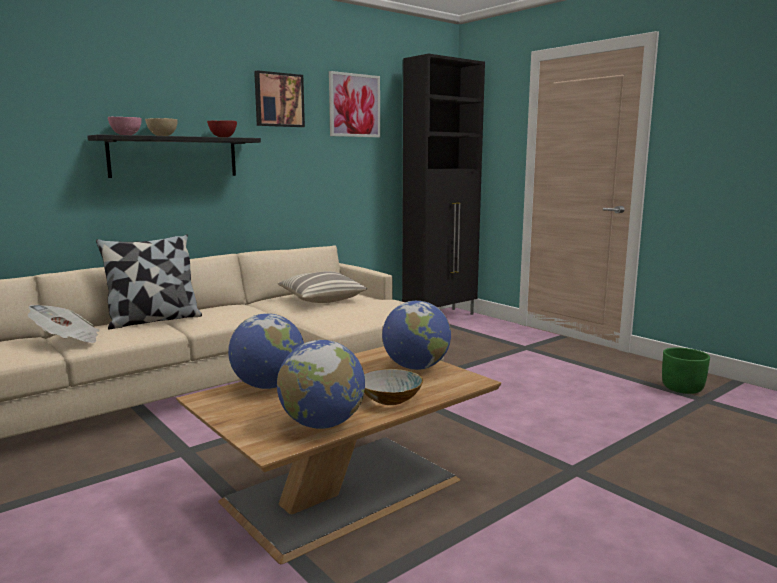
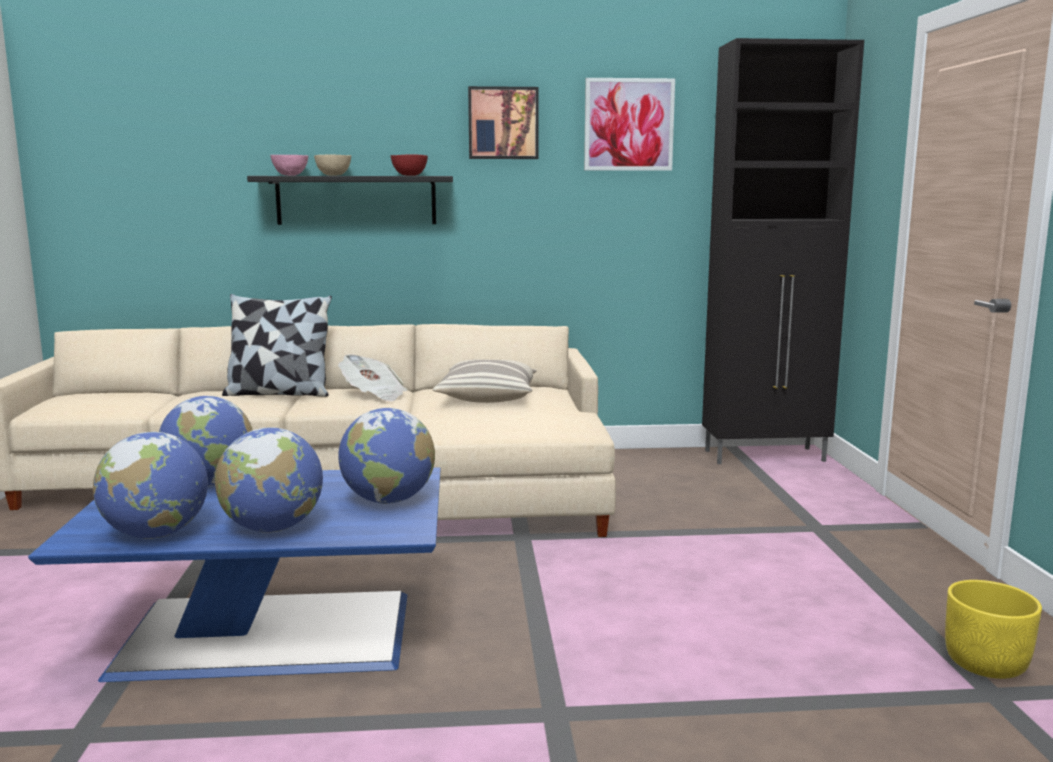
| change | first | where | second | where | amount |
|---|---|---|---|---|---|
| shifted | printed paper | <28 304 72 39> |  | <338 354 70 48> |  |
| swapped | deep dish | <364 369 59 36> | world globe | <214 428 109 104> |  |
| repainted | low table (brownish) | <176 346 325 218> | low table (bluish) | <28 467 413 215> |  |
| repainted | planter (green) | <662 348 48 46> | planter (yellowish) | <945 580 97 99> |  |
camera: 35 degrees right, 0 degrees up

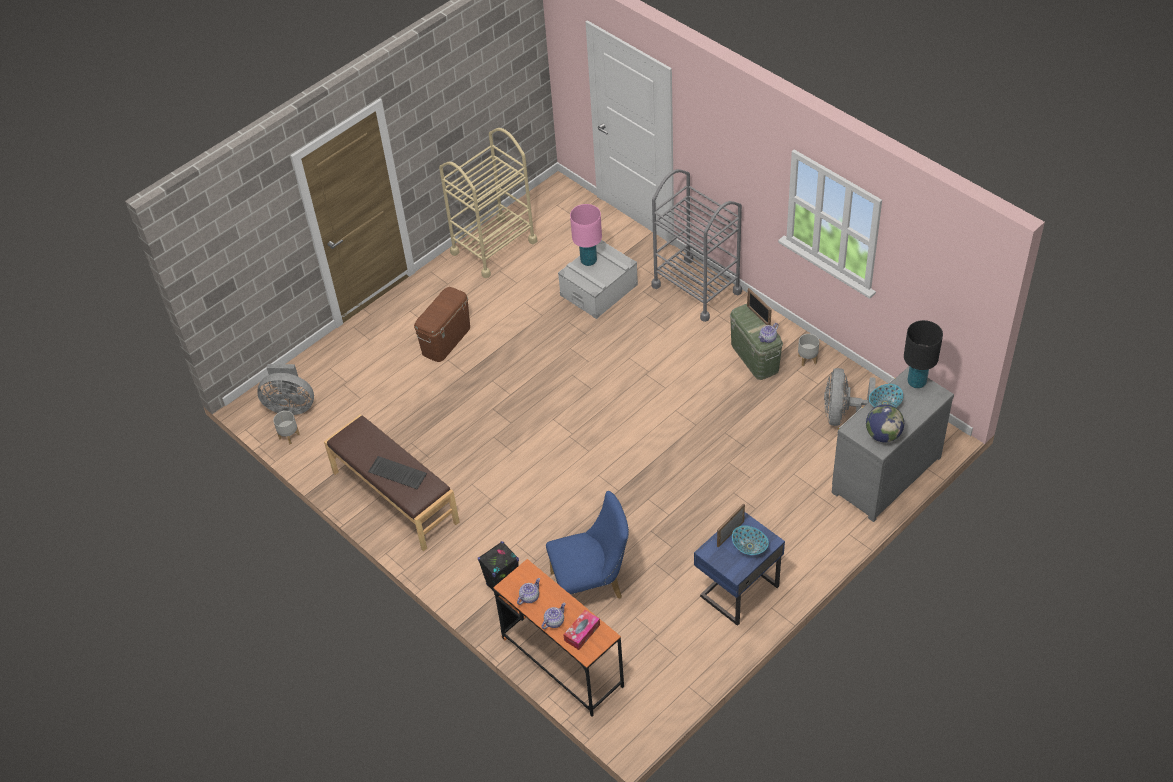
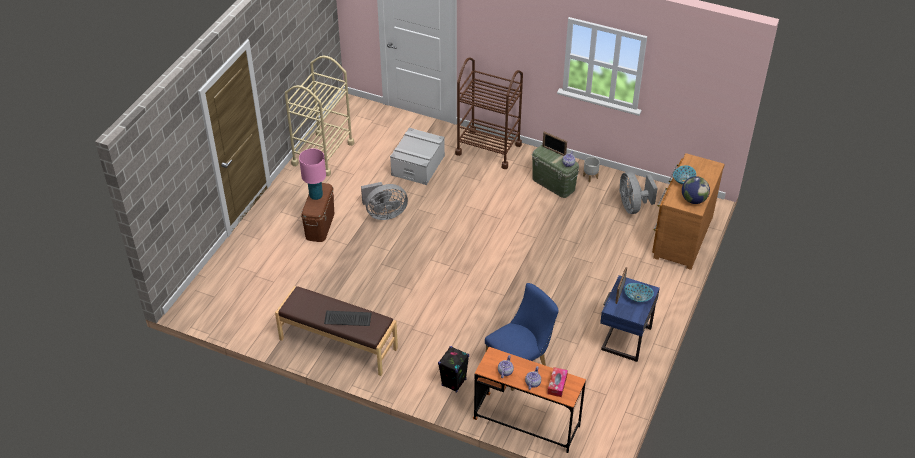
| change | first | where | second | where | amount |
|---|---|---|---|---|---|
| gone | planter (greyish) | <273 411 27 33> |  |  |  |
| gone | tabletop lamp (black-coloured) | <904 320 39 68> |  |  |  |
| shifted | fan (greyish) | <257 364 57 51> |  | <361 182 47 38> |  |
| shifted | tabletop lamp (pink) | <570 204 32 62> |  | <299 149 27 51> |  |
| repainted | wheeled cart (greyish) | <651 169 91 153> | wheeled cart (brownish) | <455 57 68 112> |  |
| repainted | dresser (greyish) | <832 366 122 156> | dresser (brownish) | <652 153 73 117> |  |
camera: 25 degrees left, 5 degrees down

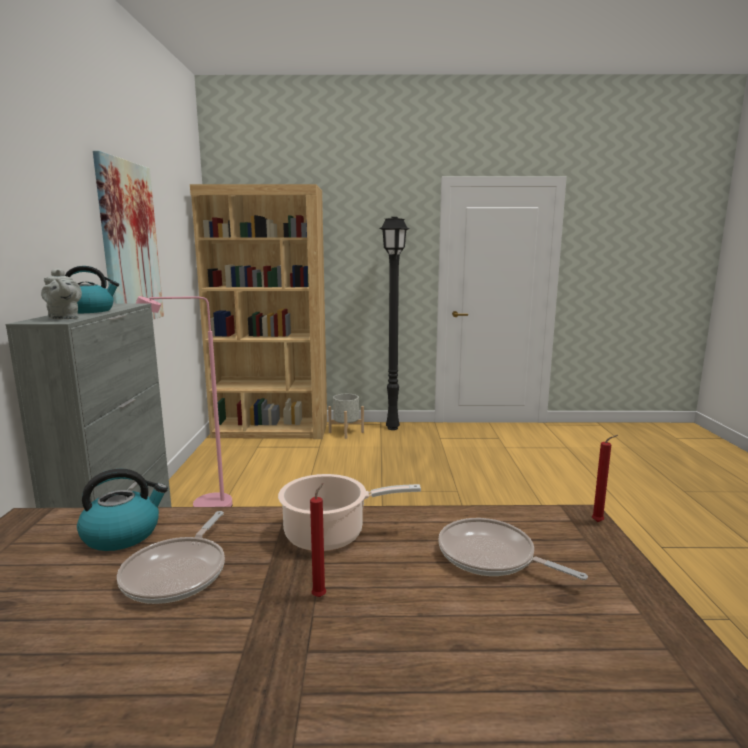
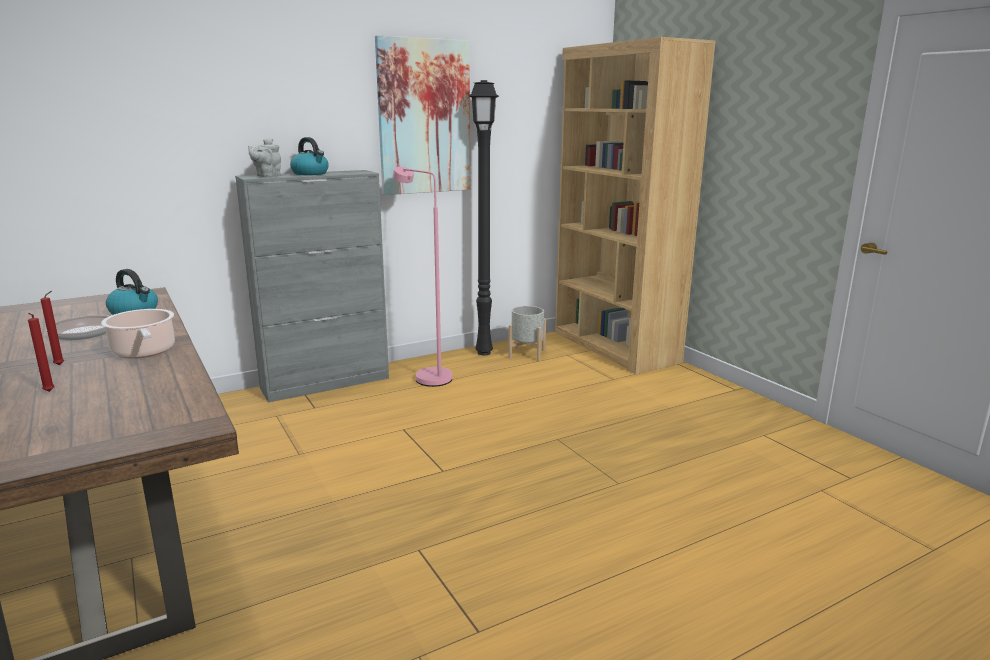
| change | first | where | second | where | amount |
|---|---|---|---|---|---|
| gone | pan | <438 518 150 62> |  |  |  |
| shifted | planter (greyish) | <328 394 36 45> |  | <508 306 38 55> |  |
| shifted | standing lamp (black-coloured) | <379 217 30 213> |  | <469 80 30 275> |  |
| shifted | candle (red) | <592 435 26 87> |  | <28 313 27 79> |  |
camera: 60 degrees right, 5 degrees up

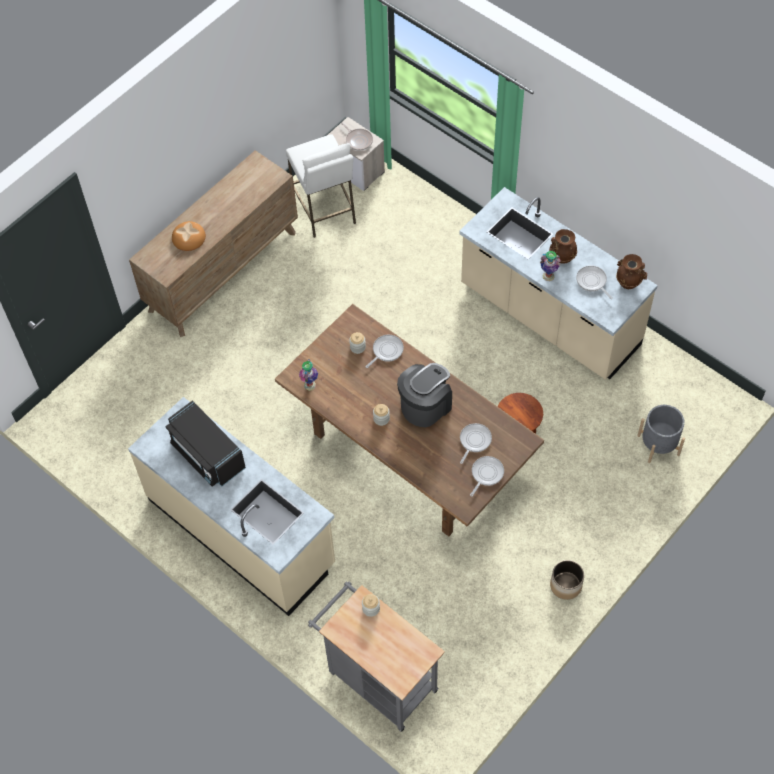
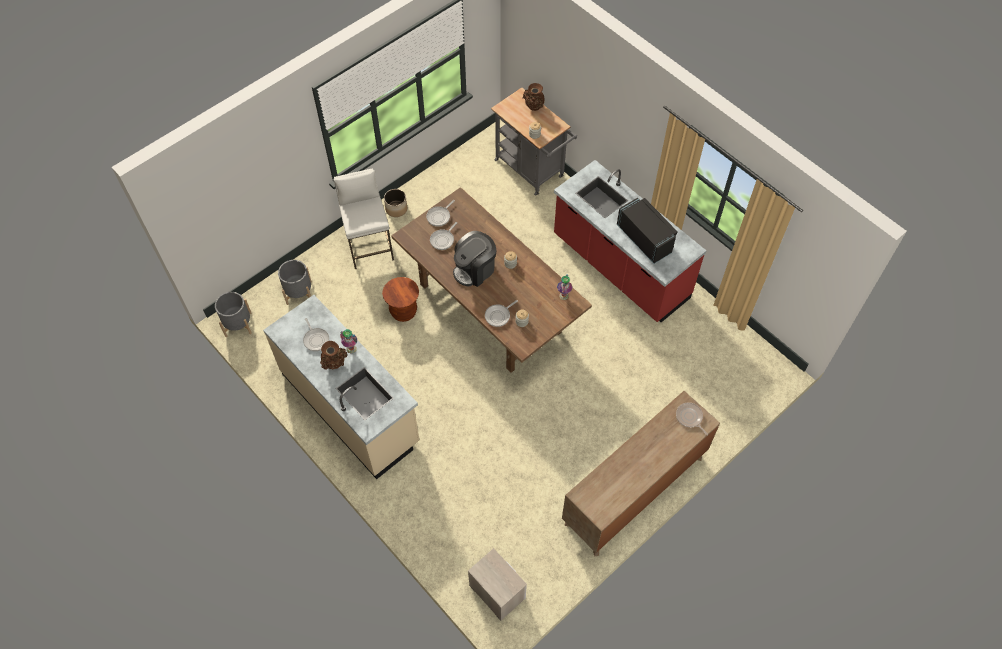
| change | first | where | second | where | amount |
|---|---|---|---|---|---|
| gone | bread | <172 221 34 30> |  |  |  |
| new |  |  | planter (greyish) | <215 292 37 45> |  |
| shifted | sitting stool (white) | <286 134 70 104> |  | <333 169 61 100> |  |
| shifted | pan | <341 122 32 29> |  | <676 402 32 33> |  |
| shifted | decorative vase (brownish) | <616 254 31 35> |  | <523 83 22 28> |  |
| repainted | counter (beige) | <128 397 207 219> | counter (red) | <554 160 152 162> |  |
camera: 175 degrees left, 0 degrees up

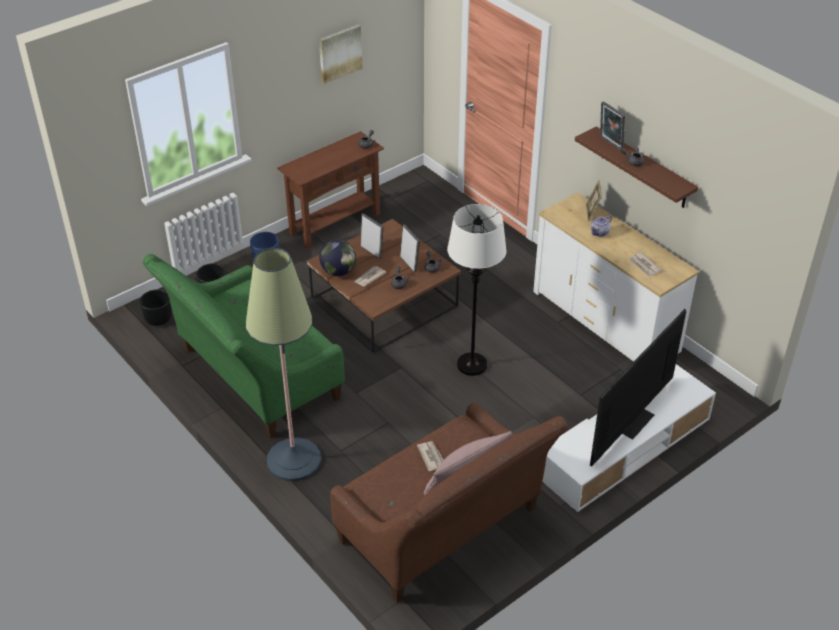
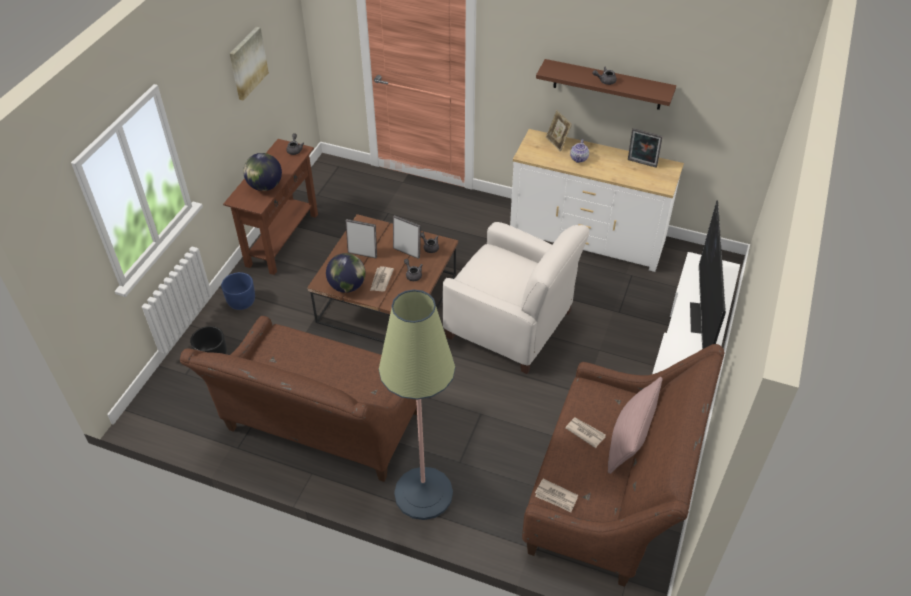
| change | first | where | second | where | amount |
|---|---|---|---|---|---|
| gone | planter (black-coloured) | <139 289 33 37> |  |  |  |
| new |  |  | world globe | <243 153 39 38> |  |
| shifted | picture frame | <600 101 25 49> |  | <628 128 35 40> |  |
| shifted | printed paper | <628 252 34 26> |  | <535 479 43 33> |  |
| swapped | standing lamp (white) | <447 204 60 172> | lounge chair (white) | <443 222 146 152> |  |
| repainted | couch (green) | <143 254 202 184> | couch (brownish) | <180 316 237 166> |  |
camera: 30 degrees left, 5 degrees up

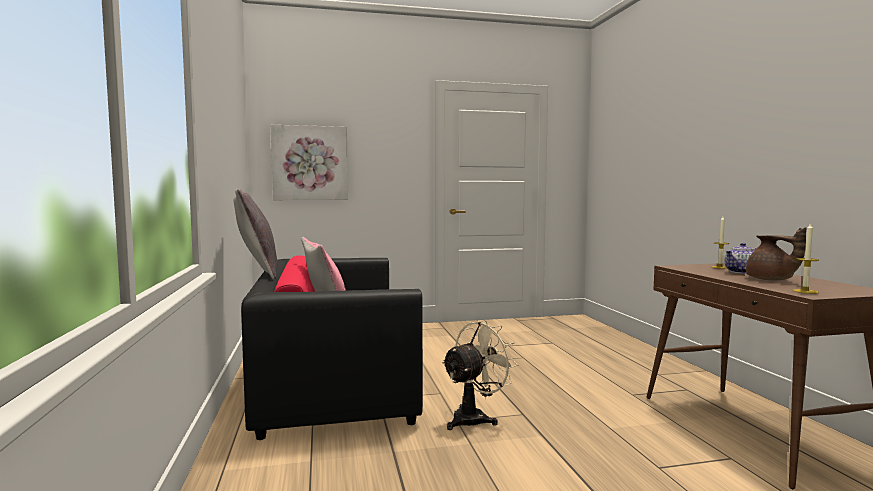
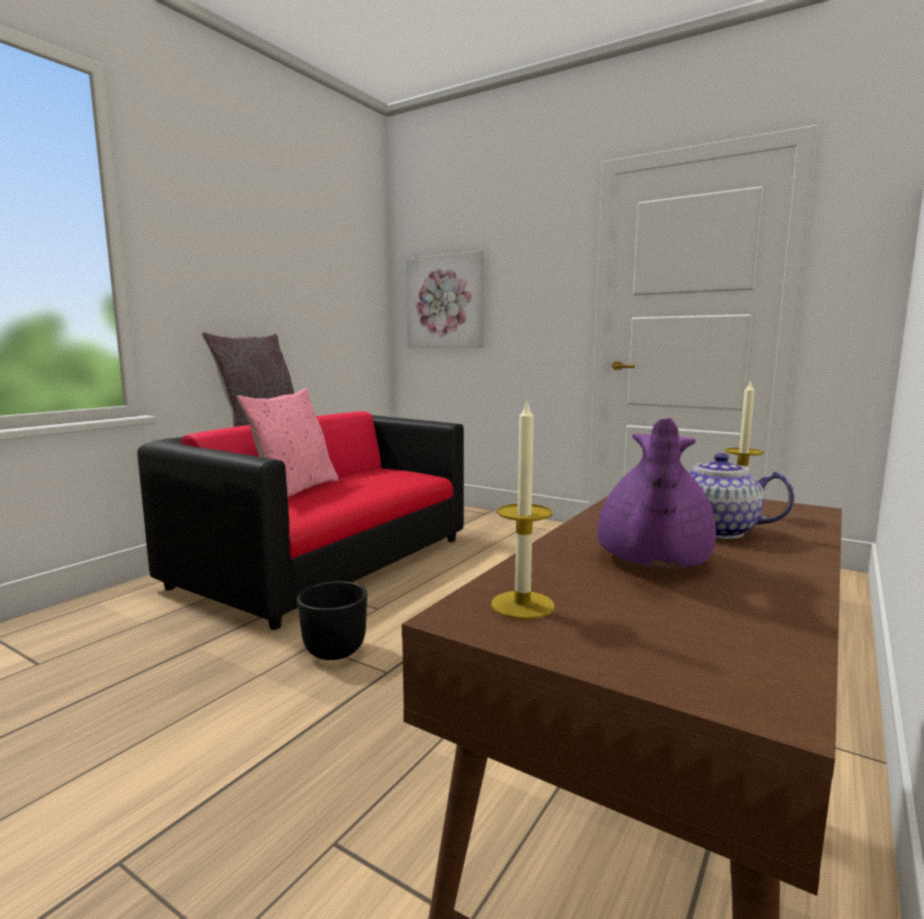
| change | first | where | second | where | amount |
|---|---|---|---|---|---|
| swapped | fan (beige) | <442 320 76 110> | planter (black-coloured) | <297 581 70 79> |  |
| repainted | teapot (brownish) | <746 227 61 53> | teapot (purple) | <598 418 118 150> |  |
camera: 45 degrees right, 5 degrees up

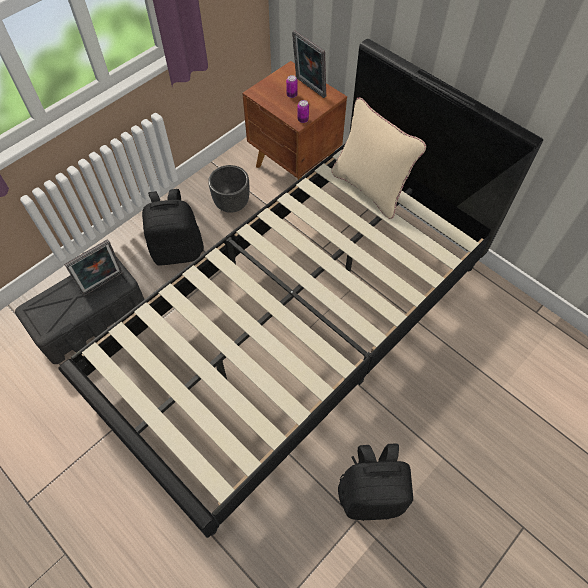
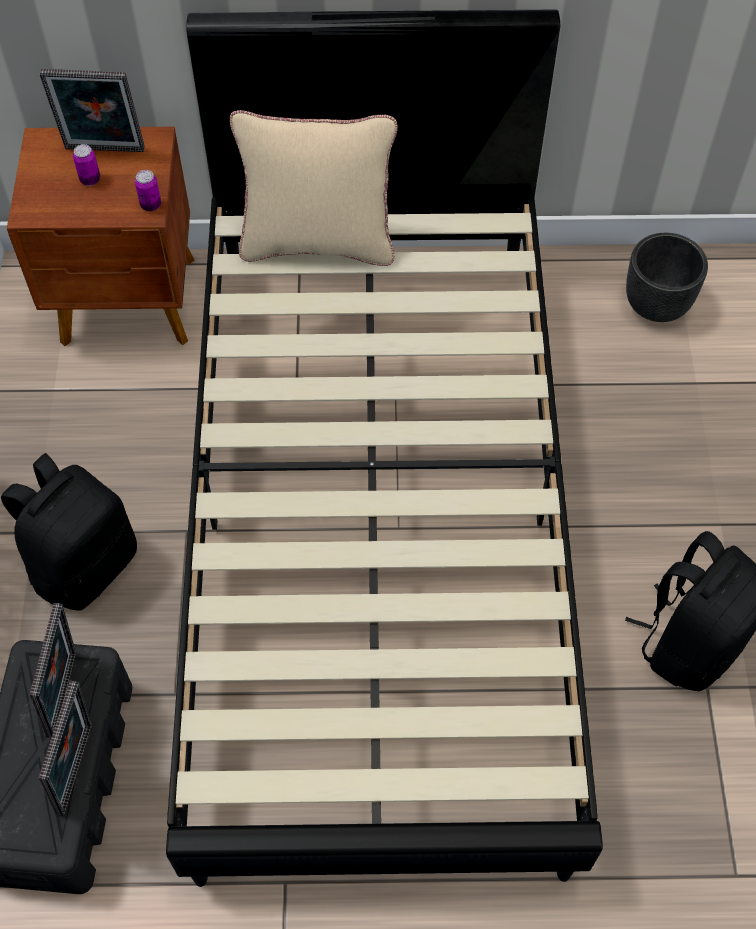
| change | first | where | second | where | amount |
|---|---|---|---|---|---|
| new |  |  | picture frame | <39 681 53 135> |  |
| shifted | planter (black-coloured) | <208 165 41 48> |  | <626 233 82 89> |  |
camera: 45 degrees left, 0 degrees up

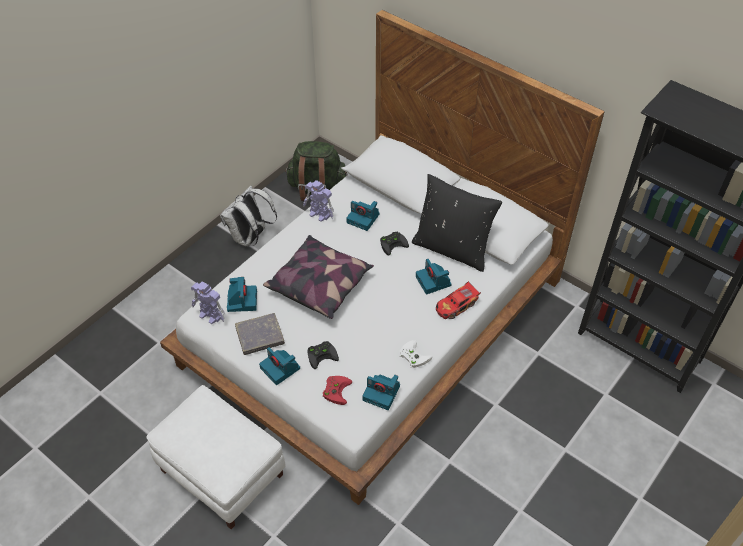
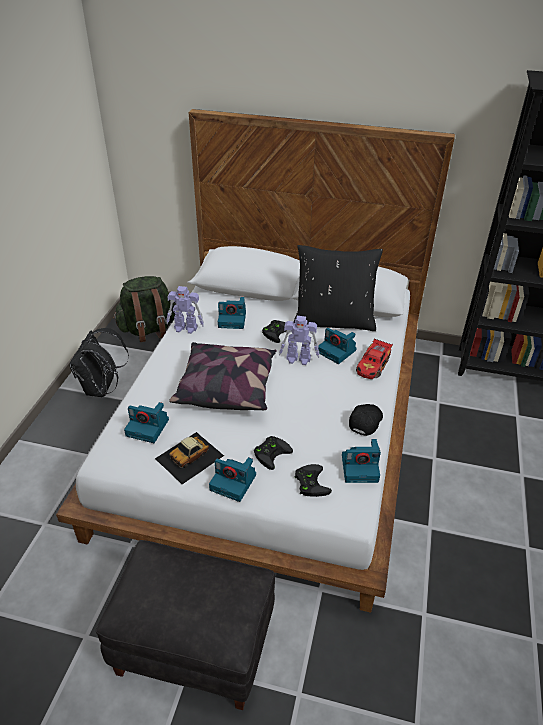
| change | first | where | second | where | amount |
|---|---|---|---|---|---|
| shifted | model robot | <191 282 34 42> |  | <279 316 40 49> |  |
| swapped | volume (greyish) | <235 313 50 42> | toy car | <155 432 69 52> |  |
| swapped | joypad (white) | <400 340 32 28> | baseball cap (black-coloured) | <349 404 34 32> |  |
| repainted | ottoman (white) | <146 385 140 144> | ottoman (black-coloured) | <96 540 179 170> |  |
| repainted | backpack (white) | <220 185 57 61> | backpack (black-coloured) | <69 328 60 69> |  |
| repainted | joypad (red) | <323 376 29 29> | joypad (black-coloured) | <295 464 37 33> |  |
| rotated | photo camera | <227 277 30 35> |  | <124 402 45 41> | 135 degrees clockwise |
camera: 25 degrees left, 10 degrees down

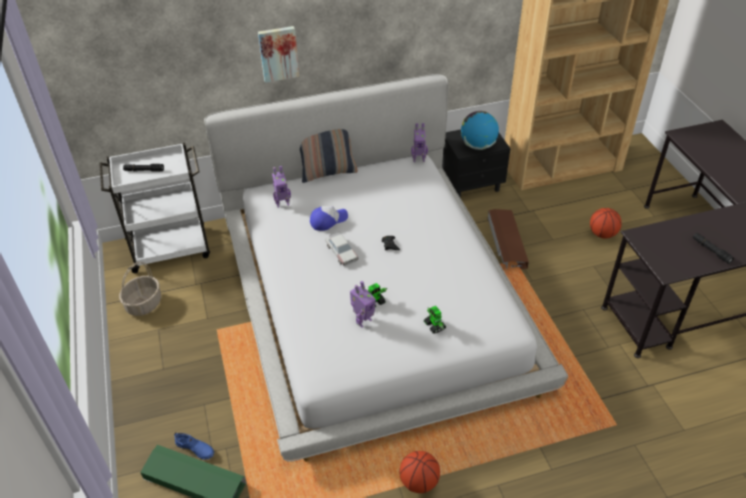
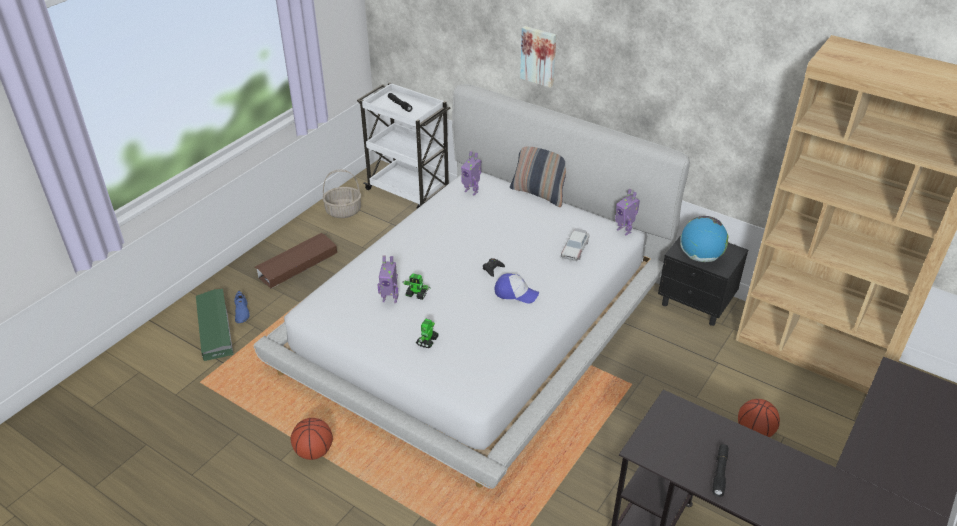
| change | first | where | second | where | amount |
|---|---|---|---|---|---|
| shifted | baseball cap | <310 206 38 25> |  | <494 273 45 30> |  |
| shifted | toy car | <325 232 34 34> |  | <561 228 29 34> |  |
| shifted | storage container (brownish) | <488 209 41 60> |  | <255 233 82 55> |  |
camera: 50 degrees right, 5 degrees down

